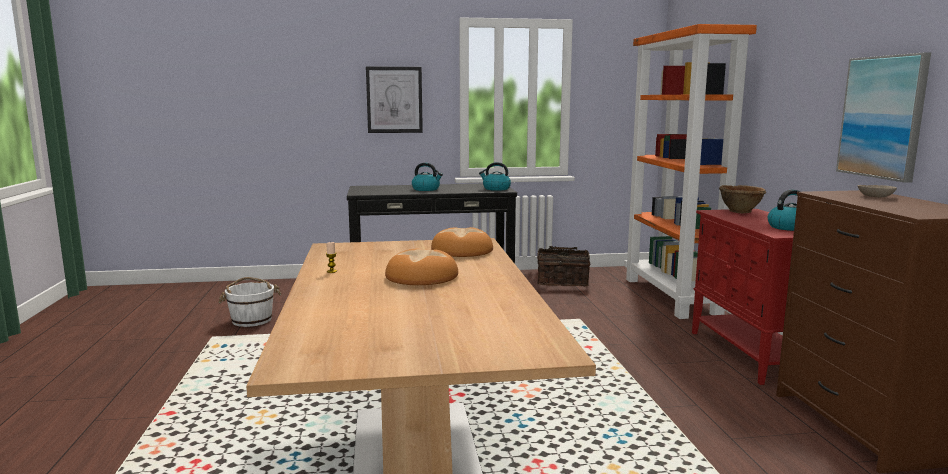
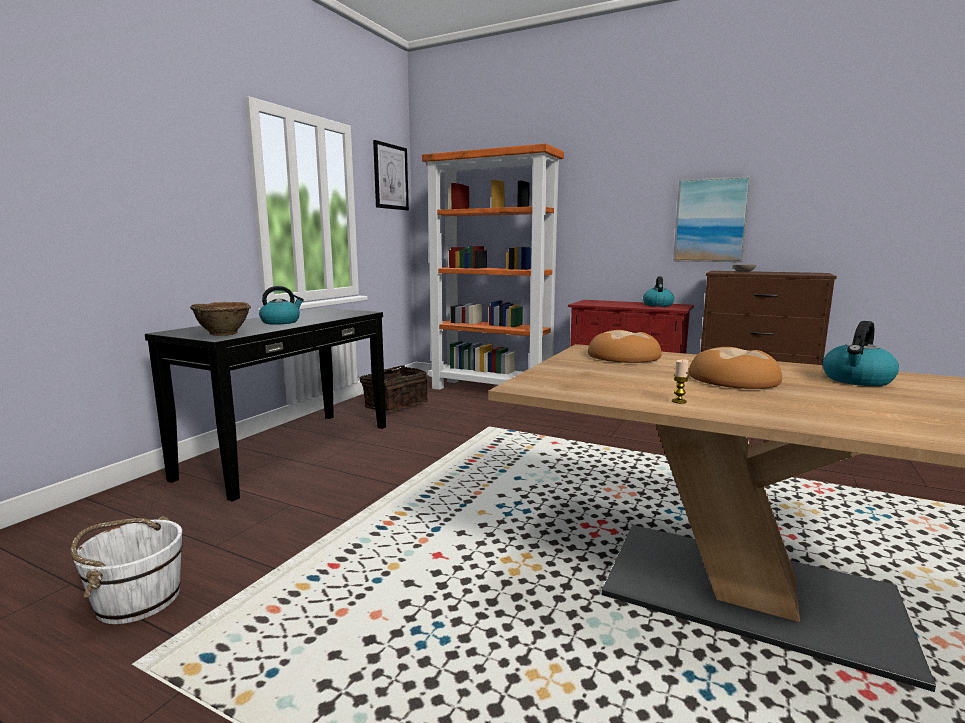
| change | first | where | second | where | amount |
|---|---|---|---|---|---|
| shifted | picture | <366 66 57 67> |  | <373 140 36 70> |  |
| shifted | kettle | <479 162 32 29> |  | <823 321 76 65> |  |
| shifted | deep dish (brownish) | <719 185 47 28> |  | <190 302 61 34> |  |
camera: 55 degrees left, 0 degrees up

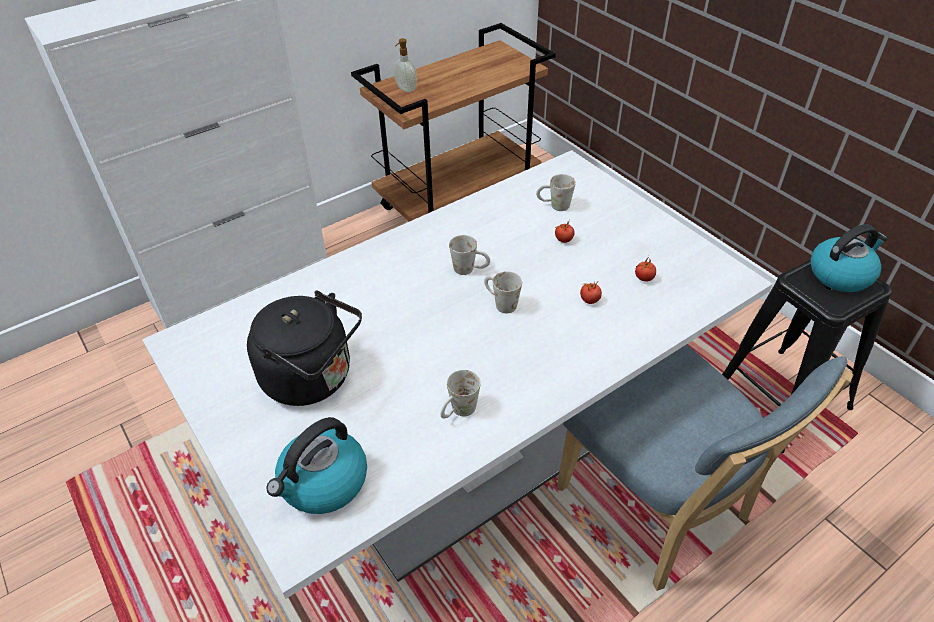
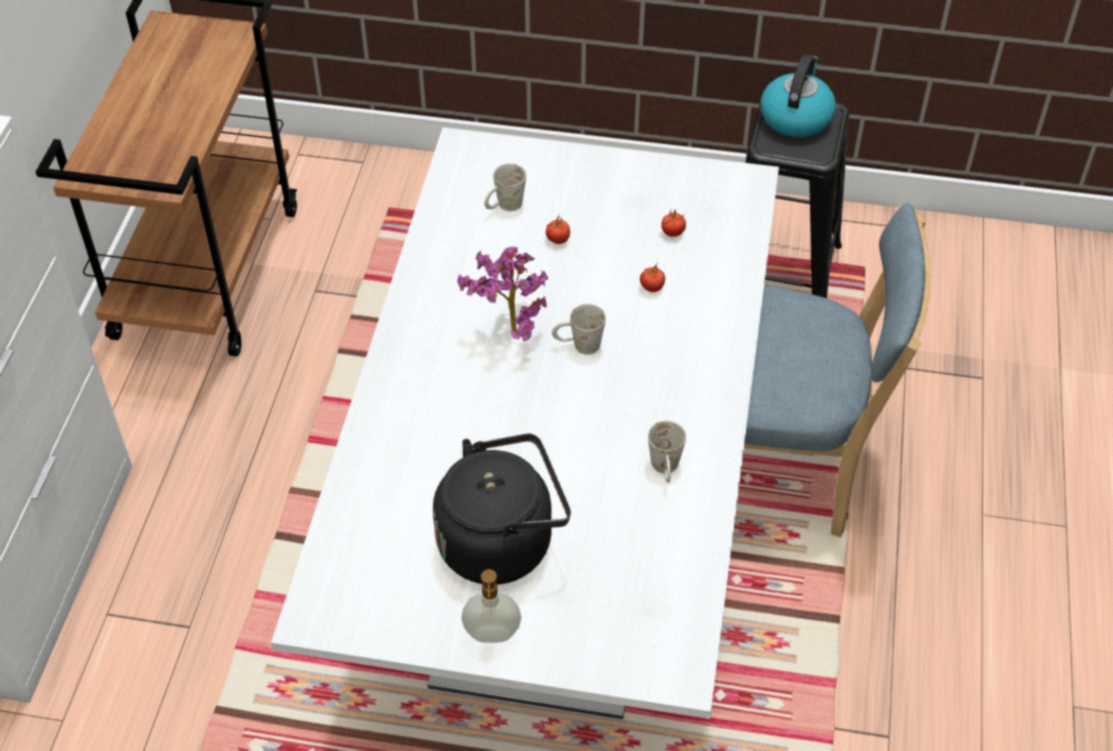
| change | first | where | second | where | amount |
|---|---|---|---|---|---|
| gone | kettle | <266 417 101 97> |  |  |  |
| shifted | soap bottle | <394 38 23 54> |  | <461 569 61 74> |  |
| swapped | mug (white) | <449 235 41 40> | plant in a pot | <457 247 91 94> |  |
camera: 45 degrees left, 5 degrees up

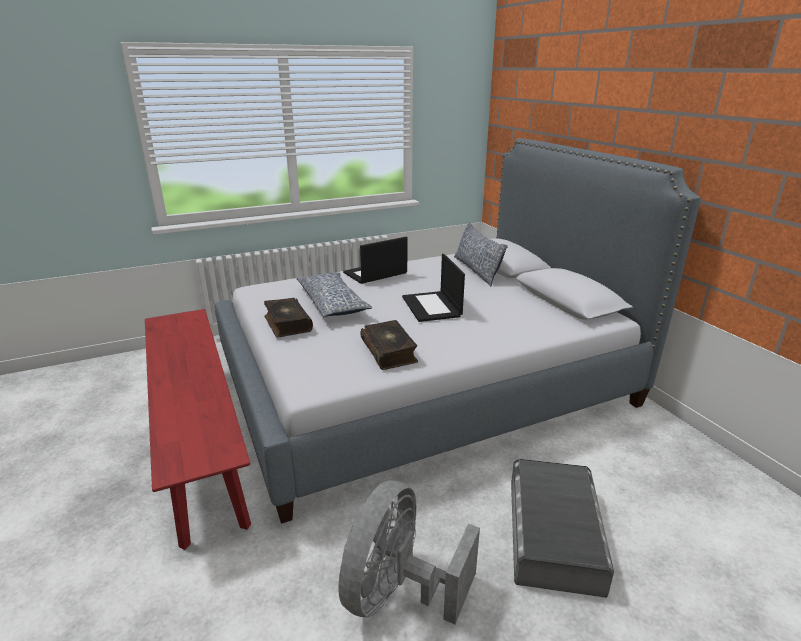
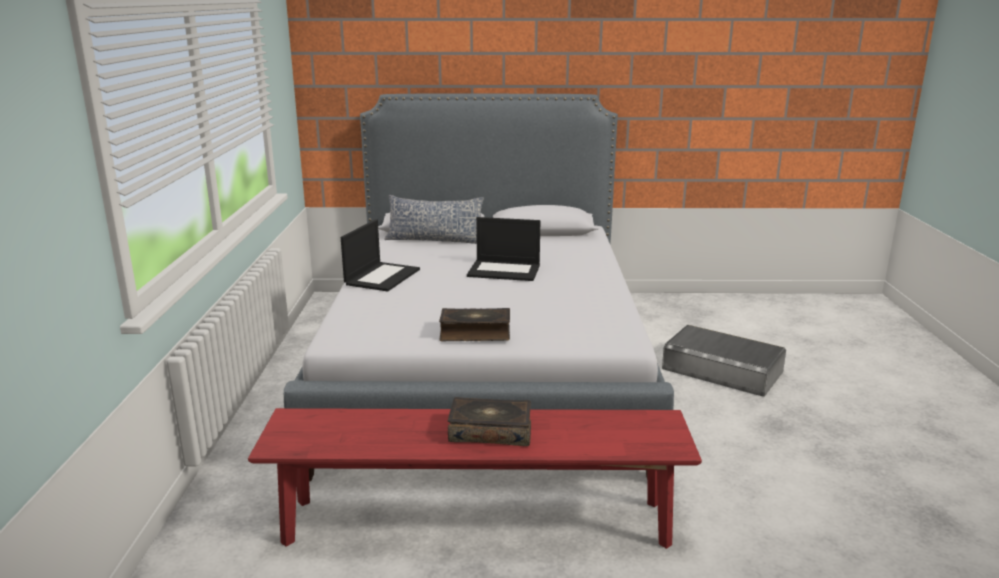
| change | first | where | second | where | amount |
|---|---|---|---|---|---|
| gone | cushion | <297 273 75 45> |  |  |  |
| gone | fan (greyish) | <339 480 141 144> |  |  |  |
| shifted | volume | <360 320 58 50> |  | <447 397 84 49> |  |
| rotated | notebook computer | <343 237 65 47> |  | <341 219 79 72> | 150 degrees counterclockwise |
camera: 65 degrees left, 5 degrees down

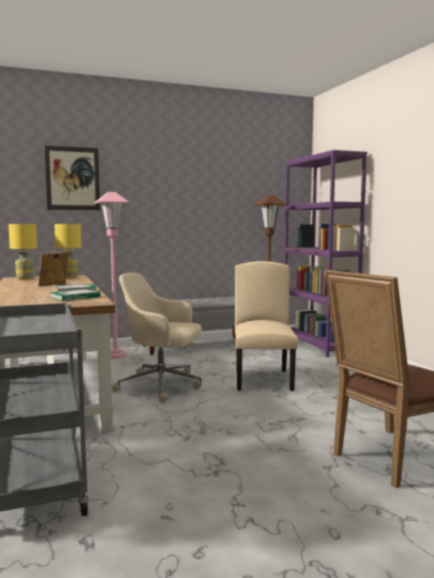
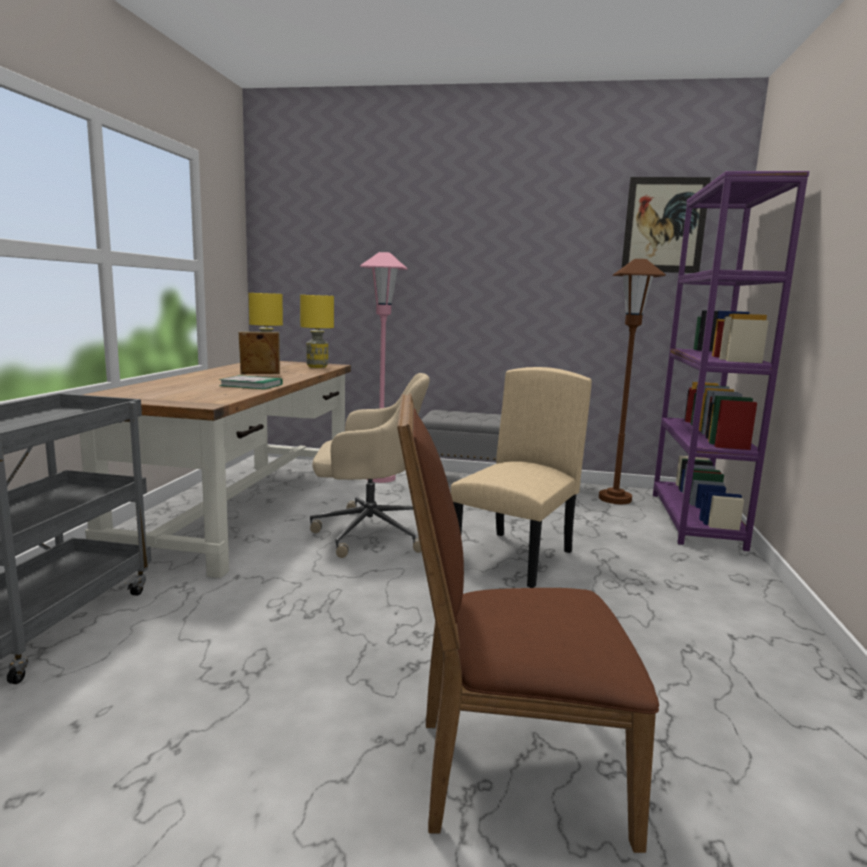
| change | first | where | second | where | amount |
|---|---|---|---|---|---|
| gone | volume | <49 289 52 12> |  |  |  |
| shifted | picture | <44 145 56 65> |  | <622 177 89 96> |  |
| rotated | office chair (beige) | <112 273 90 130> |  | <310 373 120 185> | 135 degrees clockwise |
camera: 30 degrees right, 5 degrees up

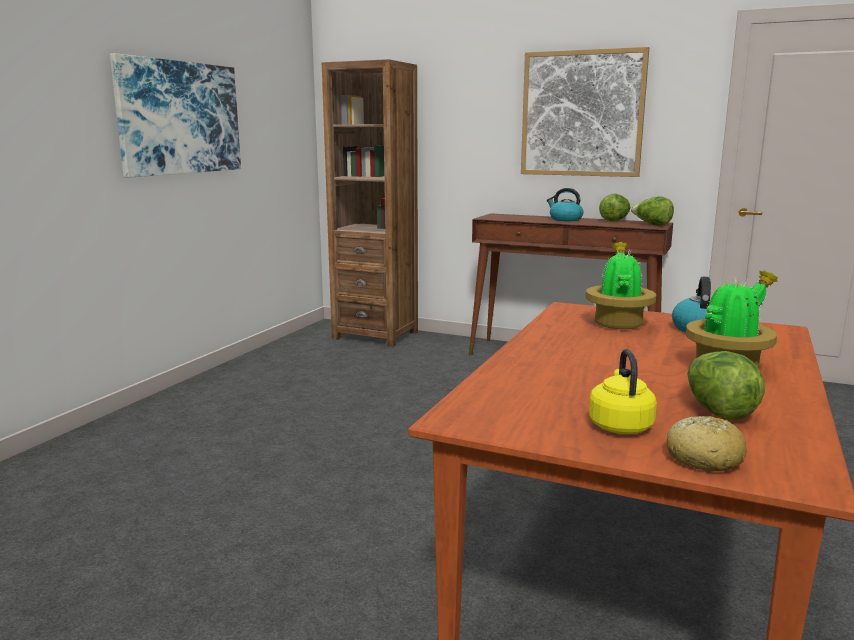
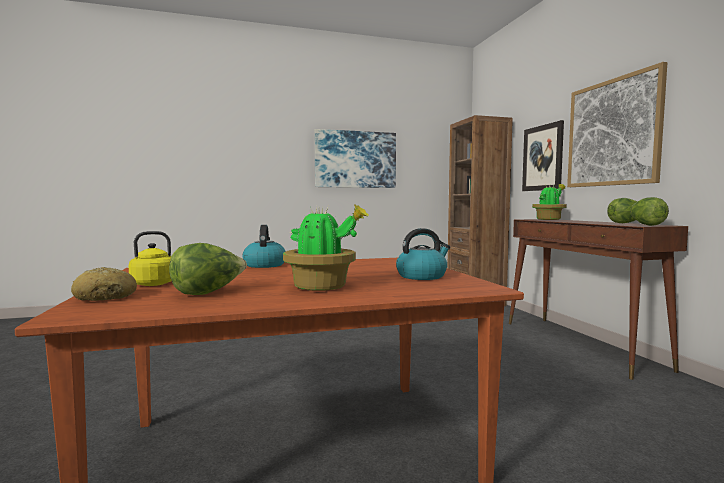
| change | first | where | second | where | amount |
|---|---|---|---|---|---|
| new |  |  | picture | <522 120 42 71> |  |
| shifted | kettle | <547 188 36 33> |  | <243 225 42 43> |  |
| shifted | plant in a pot | <586 242 70 87> |  | <532 184 35 36> |  |
camera: 50 degrees right, 10 degrees down

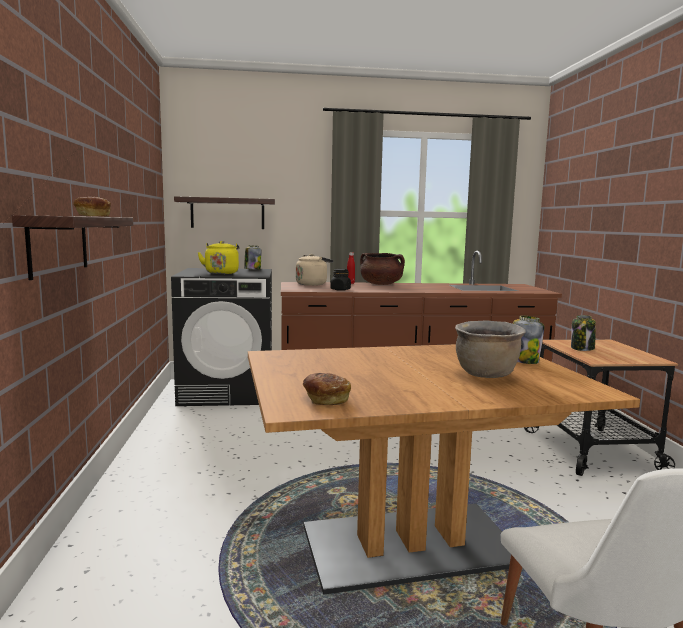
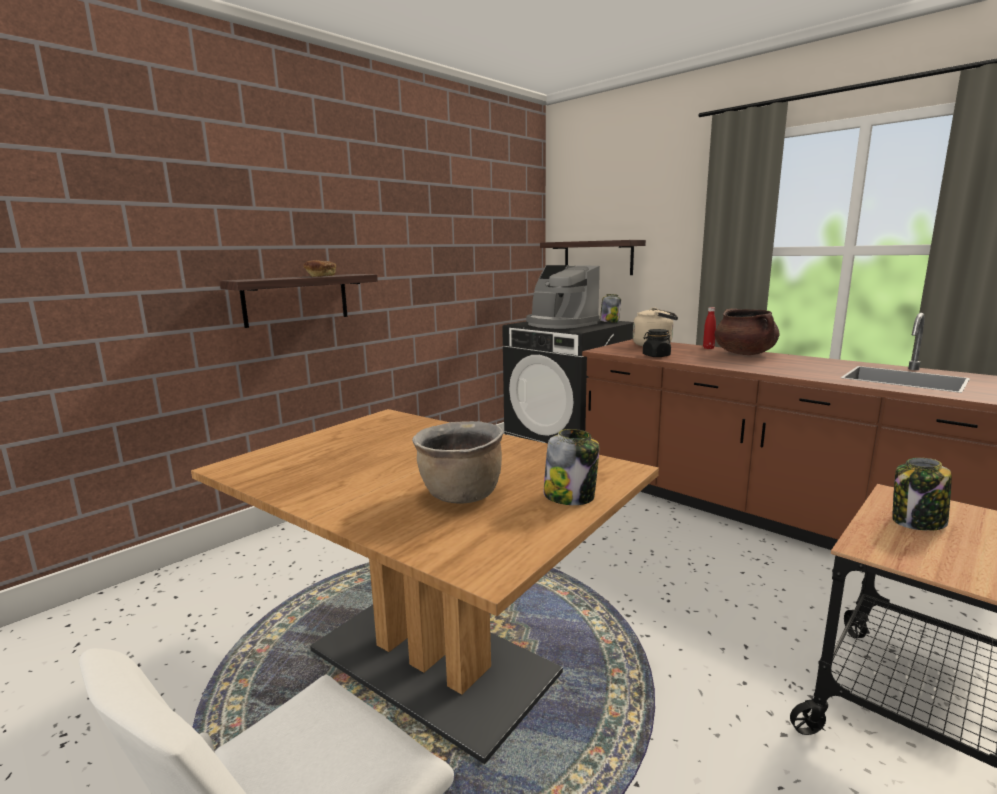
| change | first | where | second | where | amount |
|---|---|---|---|---|---|
| gone | bread | <303 373 48 32> |  |  |  |
| swapped | kettle (yellowish) | <198 241 42 33> | coffee machine | <526 265 74 64> |  |
camera: 50 degrees right, 5 degrees up

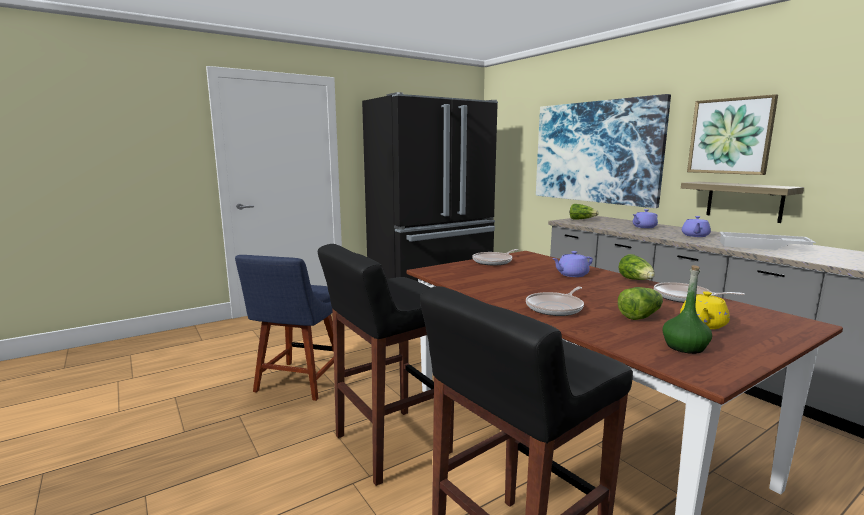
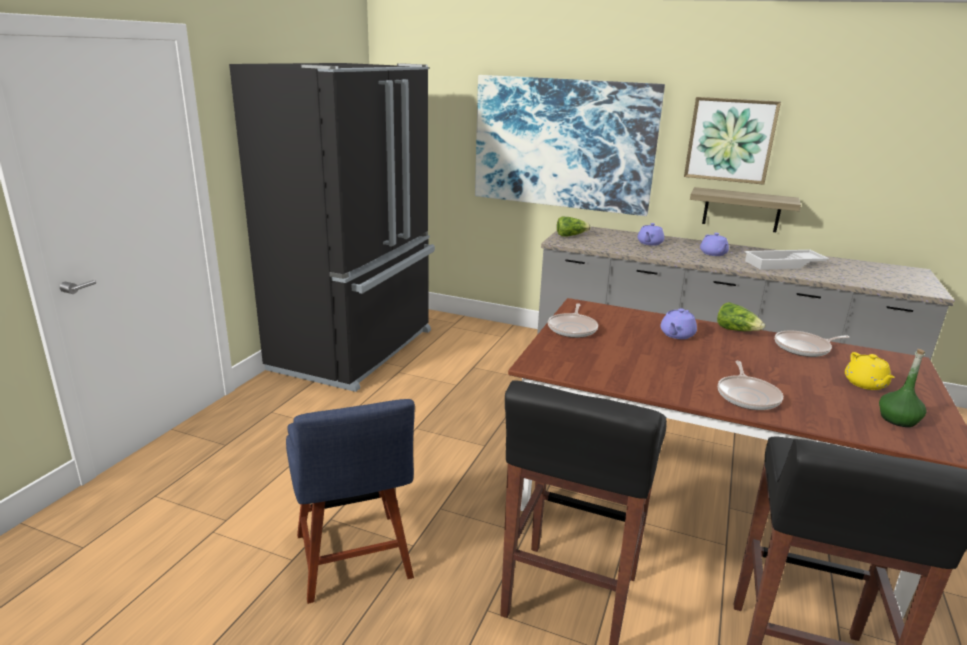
| change | first | where | second | where | amount |
|---|---|---|---|---|---|
| gone | lettuce head | <618 287 45 33> |  |  |  |
camera: 35 degrees left, 10 degrees up

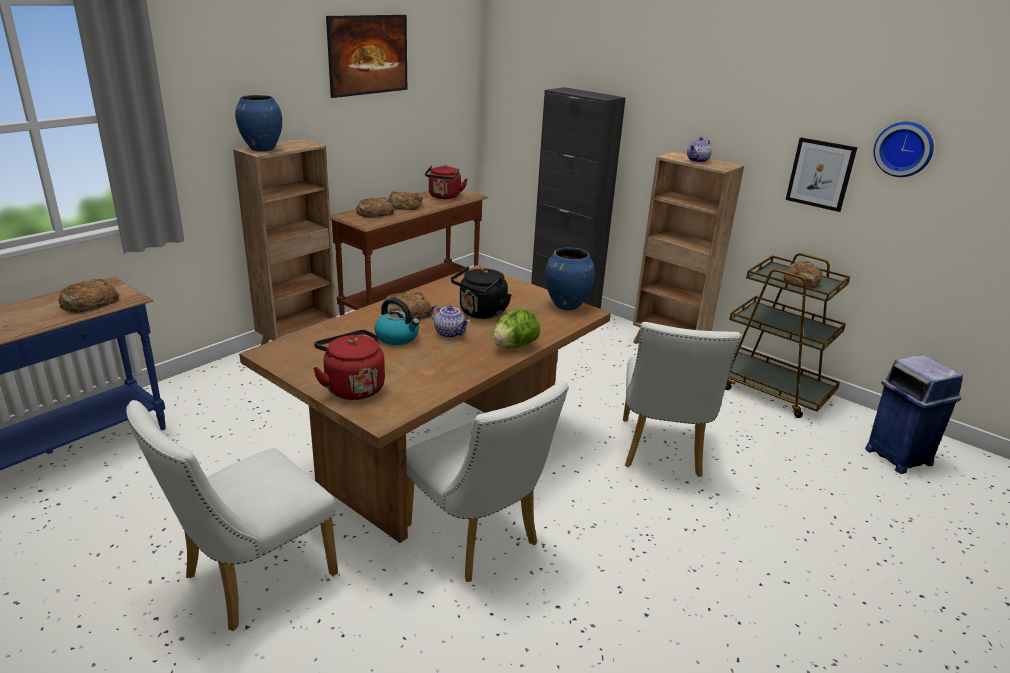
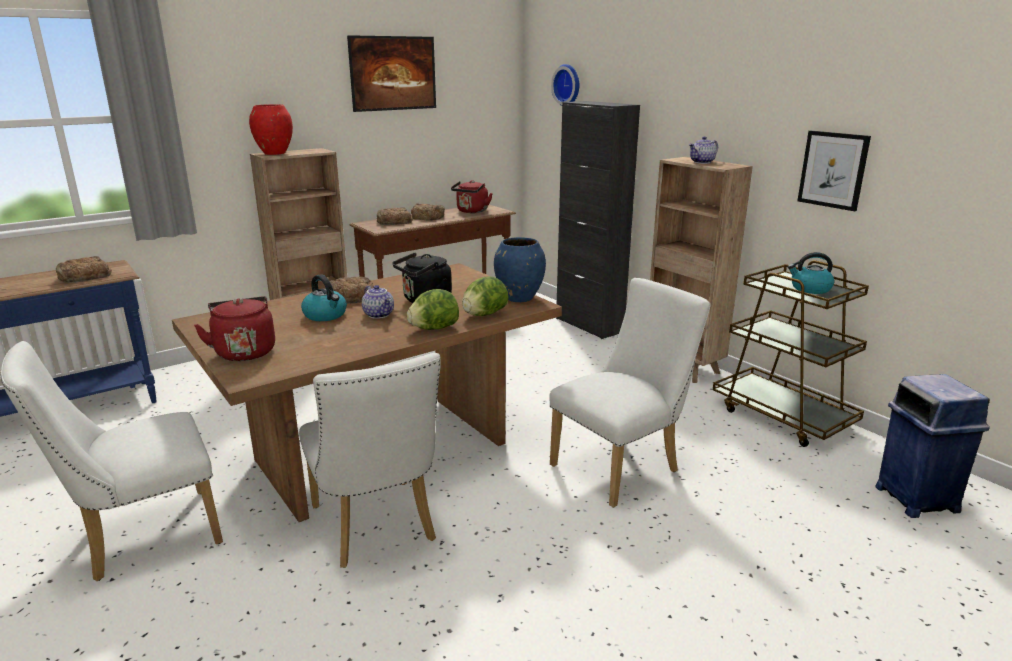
| change | first | where | second | where | amount |
|---|---|---|---|---|---|
| new |  |  | lettuce head | <462 276 47 40> |  |
| shifted | clock on the wall | <874 122 60 55> |  | <551 64 28 42> |  |
| swapped | bread | <783 261 39 28> | kettle | <788 252 46 42> |  |
| repainted | decorative vase (bluish) | <235 95 47 56> | decorative vase (red) | <249 104 44 51> |  |
| rotated | upright chair (white) | <623 322 118 155> |  | <549 278 161 230> | 150 degrees counterclockwise |
camera: 15 degrees right, 5 degrees down

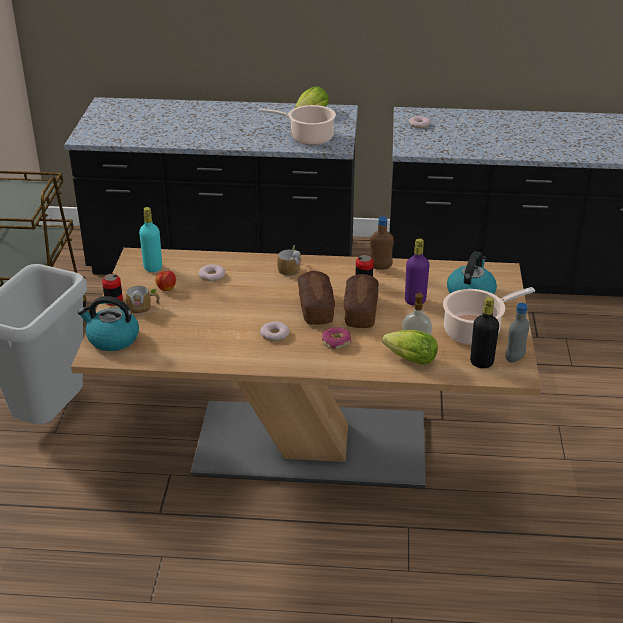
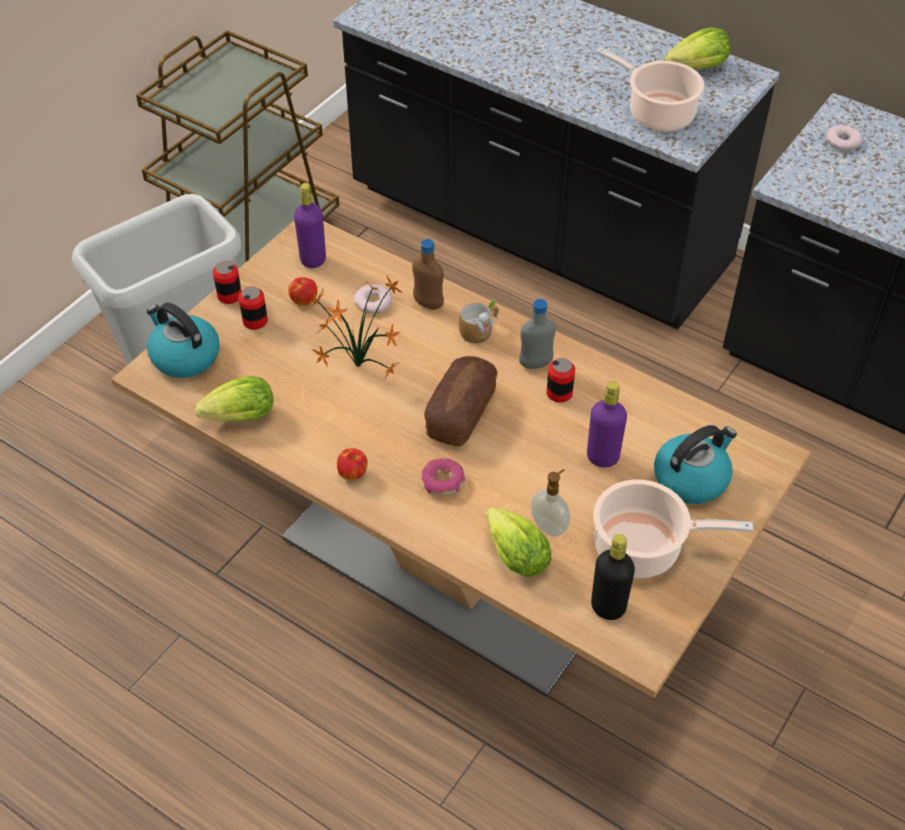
| change | first | where | second | where | amount |
|---|---|---|---|---|---|
| gone | donut | <260 321 29 20> |  |  |  |
| gone | bread | <344 274 35 54> |  |  |  |
| new |  |  | lettuce head | <195 376 78 46> |  |
| new |  |  | plant in a pot | <306 275 98 104> |  |
| new |  |  | apple | <337 448 31 32> |  |
| shifted | beverage bottle (brownish) | <370 216 24 54> |  | <412 239 32 71> |  |
| shifted | beverage bottle (greyish) | <505 303 25 59> |  | <519 299 37 70> |  |
| swapped | mug | <126 286 34 28> | metal can | <238 286 30 44> |  |
| repainted | beverage bottle (turquoise) | <139 207 23 65> | beverage bottle (purple) | <294 183 32 85> |  |
camera: 30 degrees right, 15 degrees up

